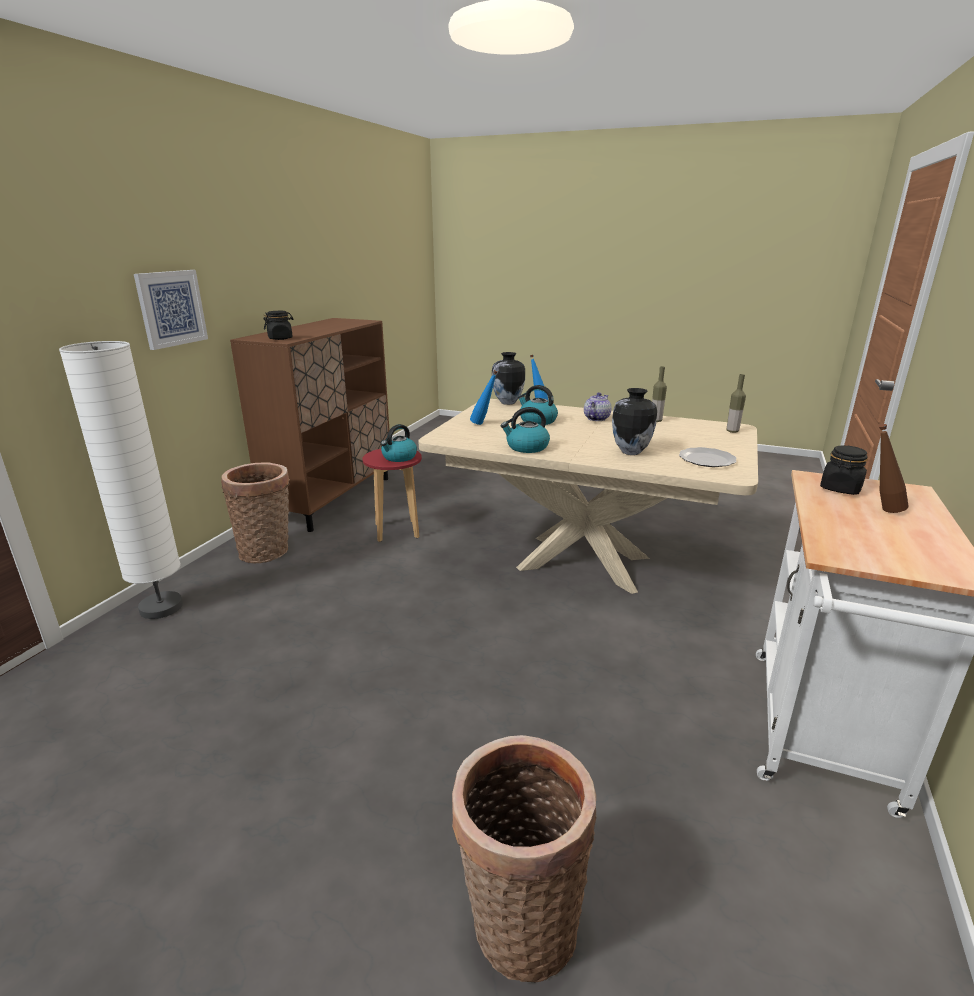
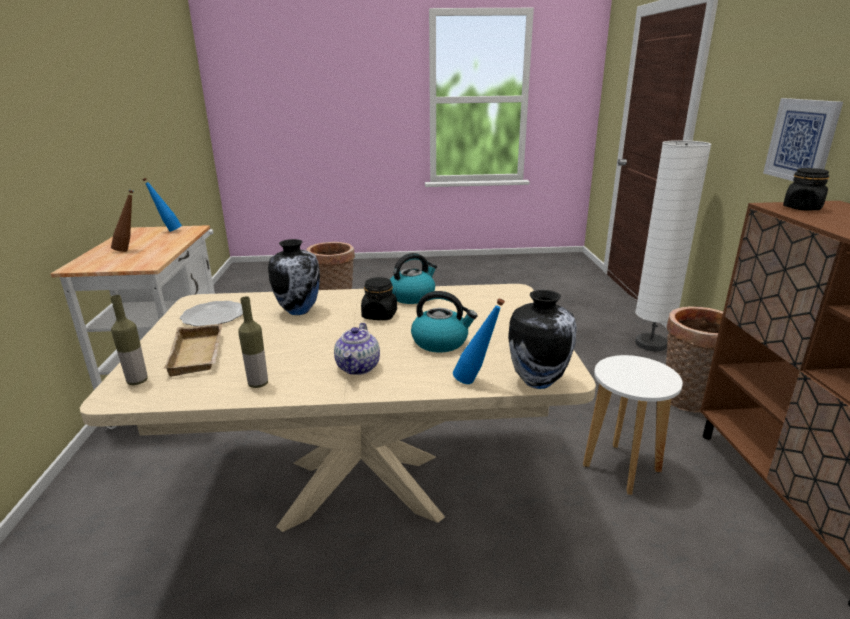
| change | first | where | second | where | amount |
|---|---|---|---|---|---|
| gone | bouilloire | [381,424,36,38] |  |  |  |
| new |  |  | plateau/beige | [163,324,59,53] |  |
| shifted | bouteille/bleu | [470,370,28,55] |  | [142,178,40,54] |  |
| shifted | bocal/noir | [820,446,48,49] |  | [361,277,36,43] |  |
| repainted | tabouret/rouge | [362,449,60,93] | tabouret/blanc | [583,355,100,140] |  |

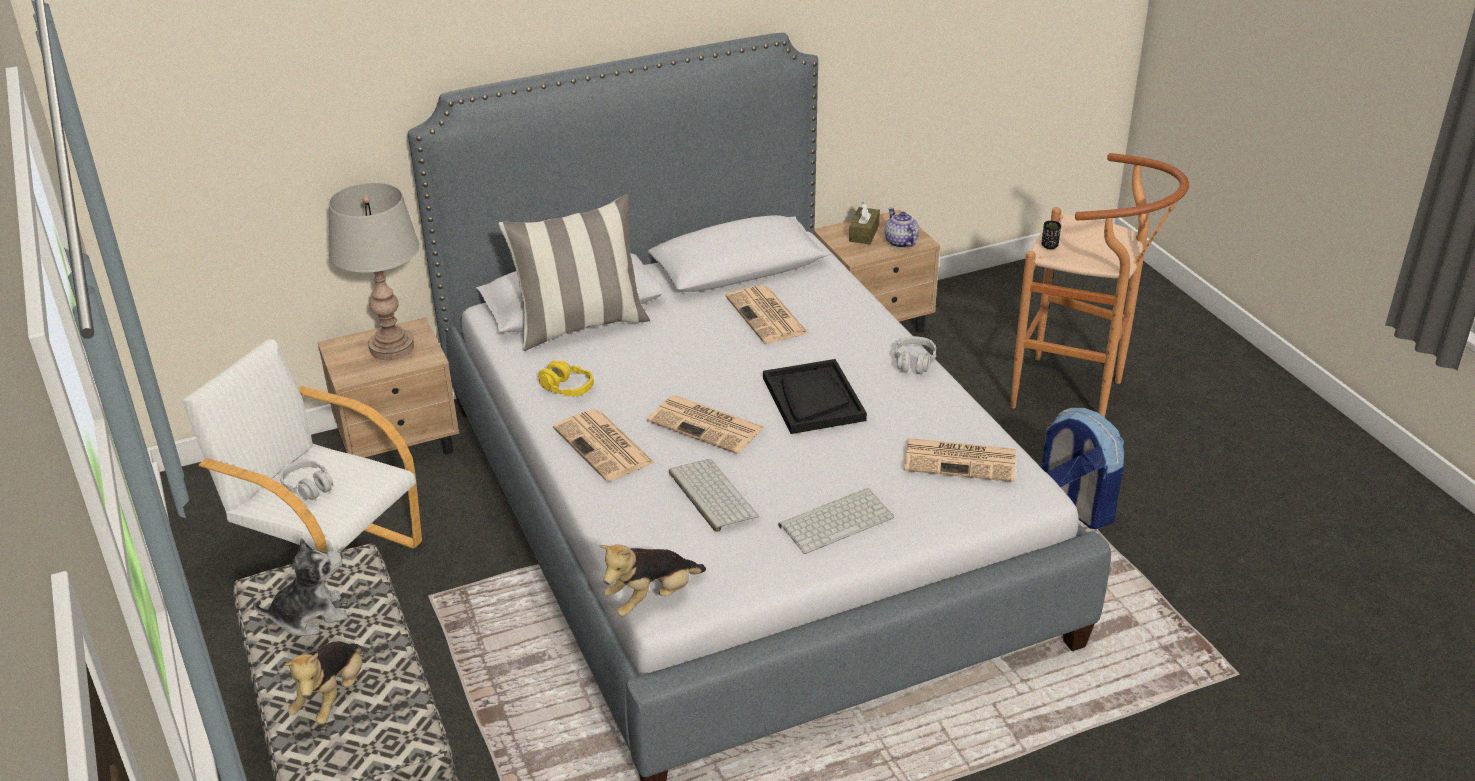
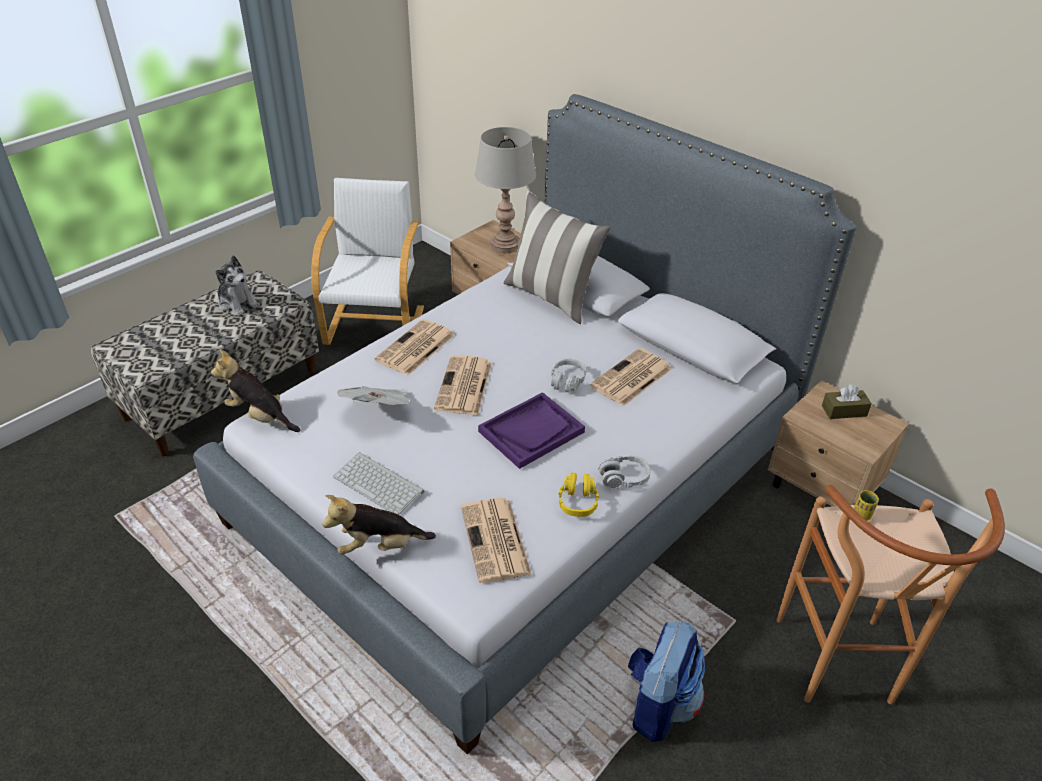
| change | first | where | second | where | amount |
|---|---|---|---|---|---|
| gone | théière | [884,208,35,40] |  |  |  |
| shifted | casque audio/gris | [280,459,53,41] |  | [551,358,35,35] |  |
| shifted | peluche | [284,642,79,83] |  | [322,495,114,59] |  |
| shifted | casque audio/jaune | [538,361,56,35] |  | [558,472,41,45] |  |
| swapped | clavier | [669,459,90,73] | journal | [337,386,74,19] |  |
| repainted | plateau/noir | [763,359,104,75] | plateau/violet | [478,392,107,77] |  |
| repainted | tasse/noir | [1041,221,20,28] | tasse/jaune | [854,490,25,31] |  |

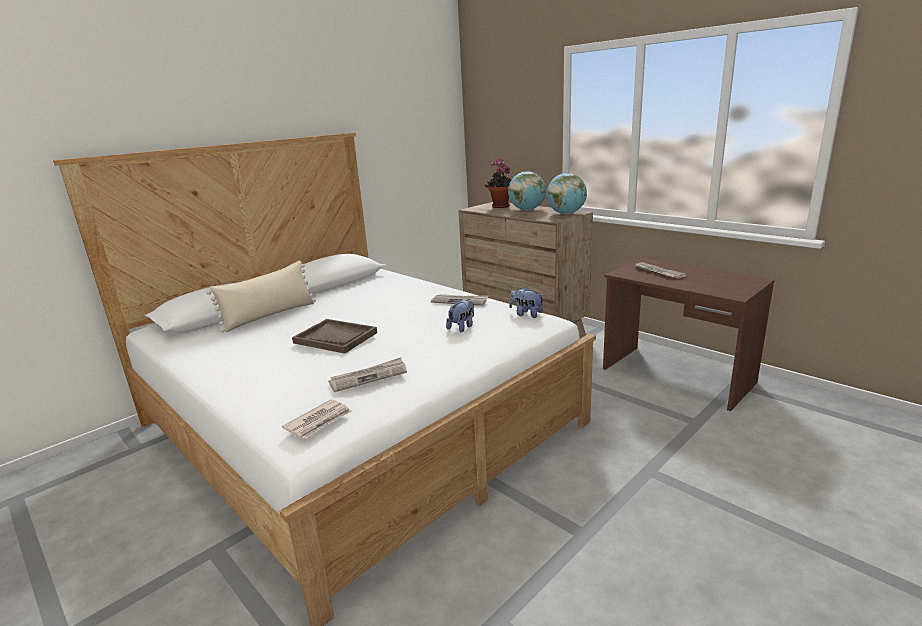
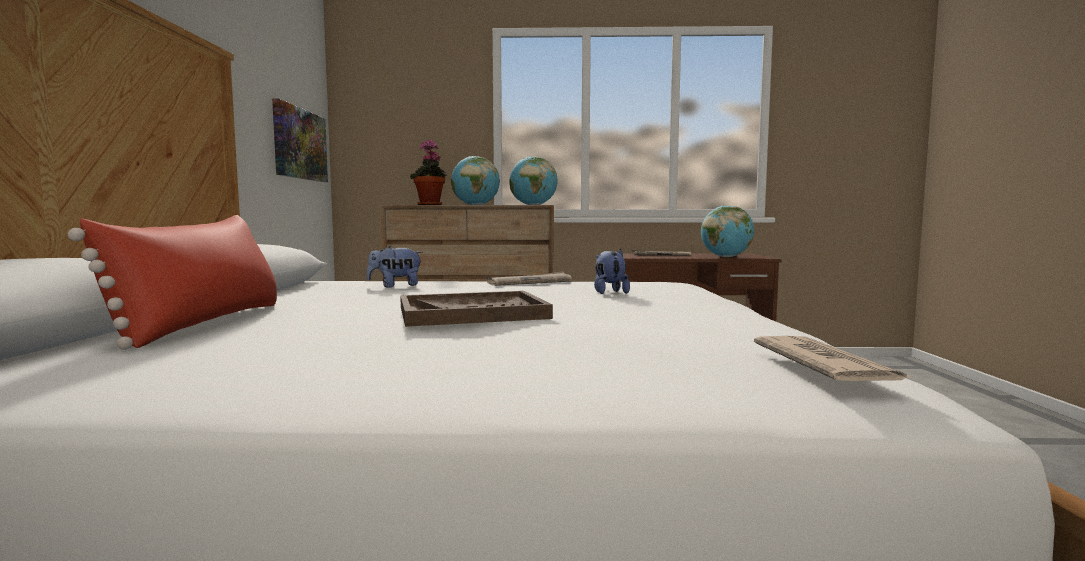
| change | first | where | second | where | amount |
|---|---|---|---|---|---|
| gone | journal | [328,357,79,35] |  |  |  |
| new |  |  | tableau | [272,98,56,84] |  |
| new |  |  | globe | [701,206,53,51] |  |
| shifted | peluche | [509,286,35,32] |  | [367,246,56,41] |  |
| repainted | coussin/beige | [206,261,110,72] | coussin/rouge | [68,215,209,135] |  |

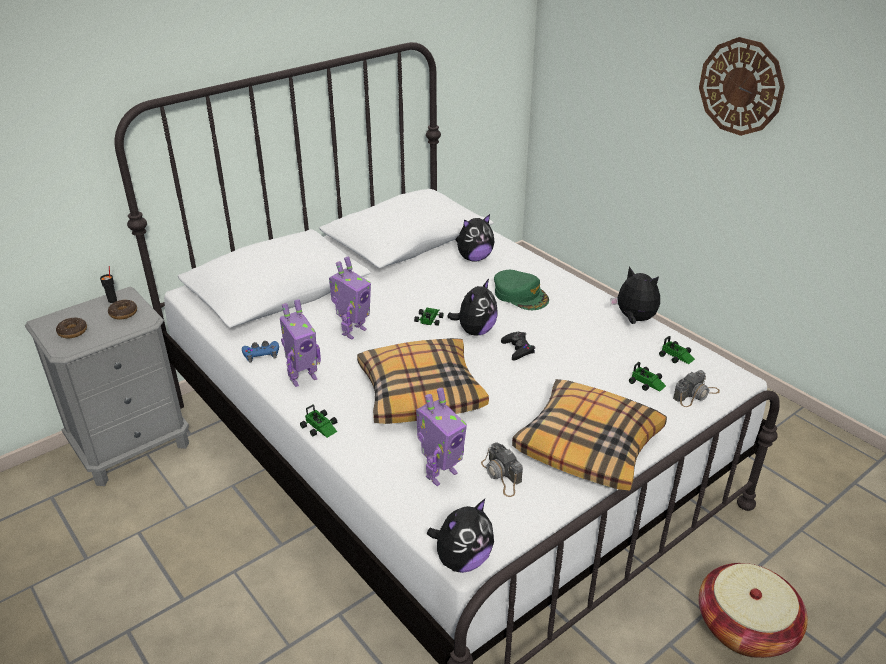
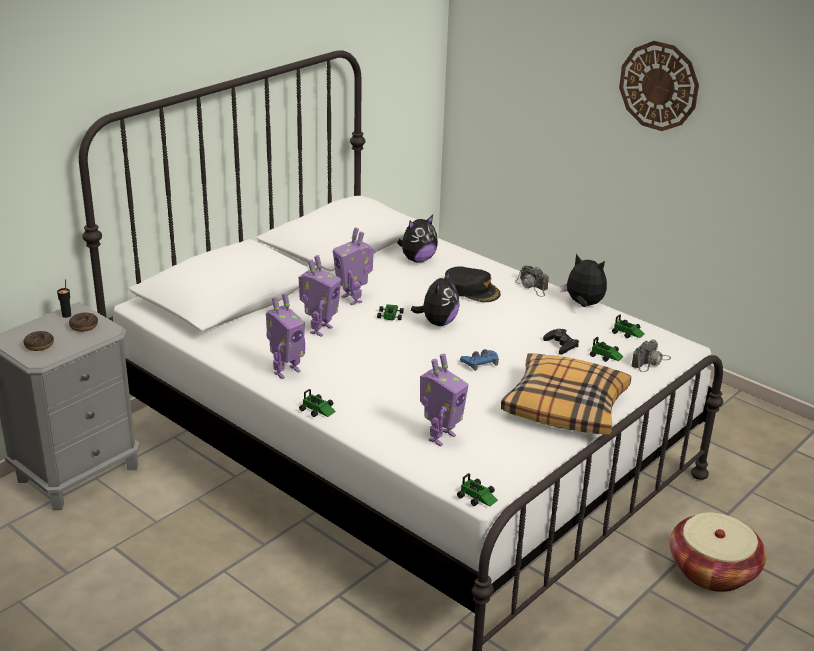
| change | first | where | second | where | amount |
|---|---|---|---|---|---|
| gone | coussin | [357,338,132,86] |  |  |  |
| new |  |  | robot jouet | [333,227,41,78] |  |
| shifted | manette/bleu | [242,341,37,22] |  | [460,349,39,22] |  |
| shifted | appareil photo | [481,442,42,55] |  | [515,266,34,31] |  |
| shifted | manette/noir | [501,332,34,29] |  | [543,329,36,26] |  |
| swapped | peluche | [427,499,67,74] | petite voiture | [457,473,41,34] |  |
| repainted | casquette/vert | [494,270,55,40] | casquette/noir | [445,266,56,36] |  |

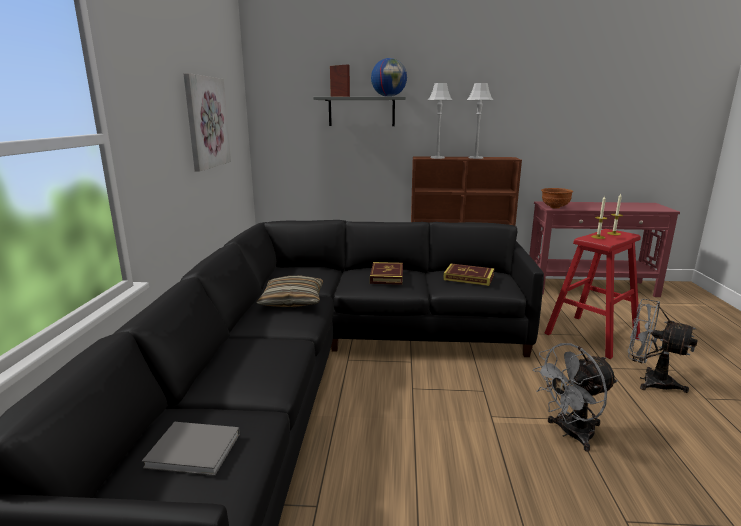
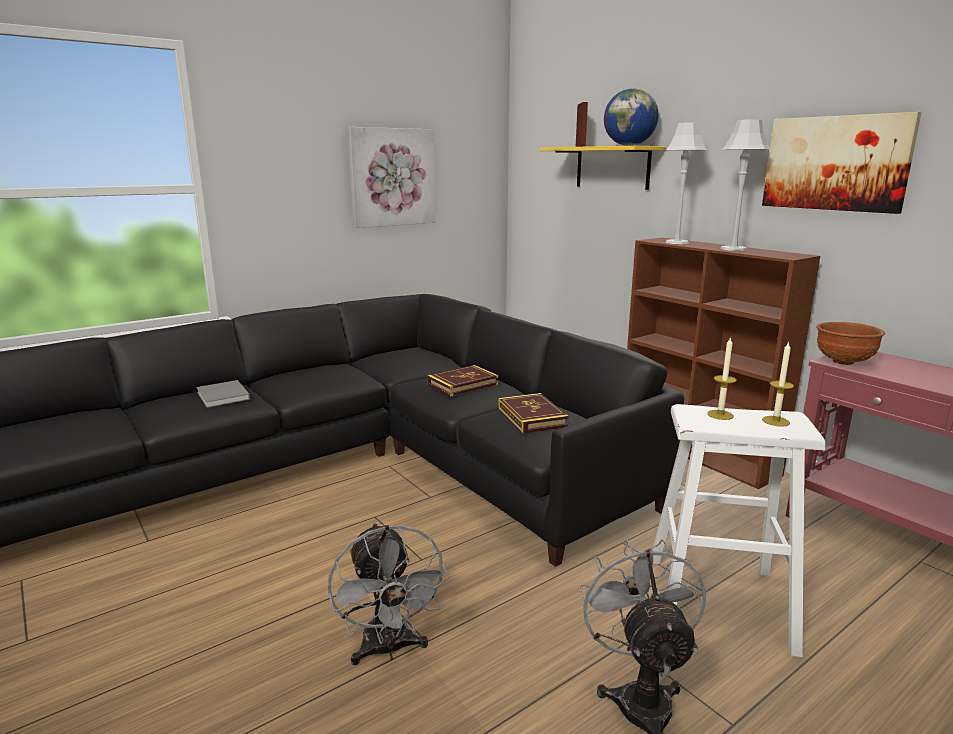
| change | first | where | second | where | amount |
|---|---|---|---|---|---|
| gone | coussin | [256,275,67,32] |  |  |  |
| new |  |  | tableau | [762,112,160,102] |  |
| shifted | livre/gris | [142,422,98,54] |  | [196,380,54,28] |  |
| repainted | étagère/gris | [313,97,93,29] | étagère/jaune | [540,146,125,44] |  |
| repainted | tabouret/rouge | [544,229,97,130] | tabouret/blanc | [652,404,174,253] |  |
| rotated | ventilateur/gris | [533,343,85,109] |  | [328,523,122,142] | 135 degrees counterclockwise |

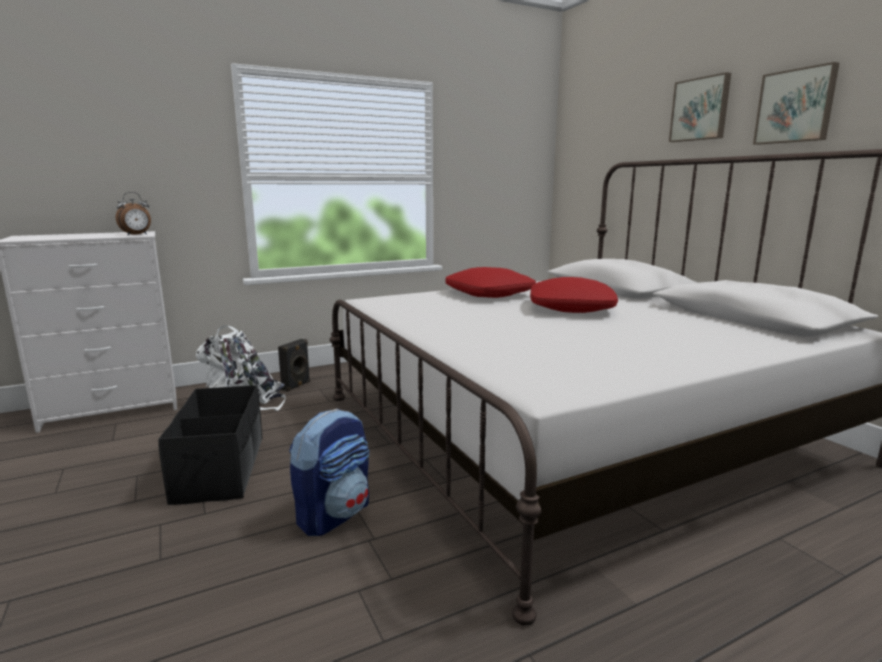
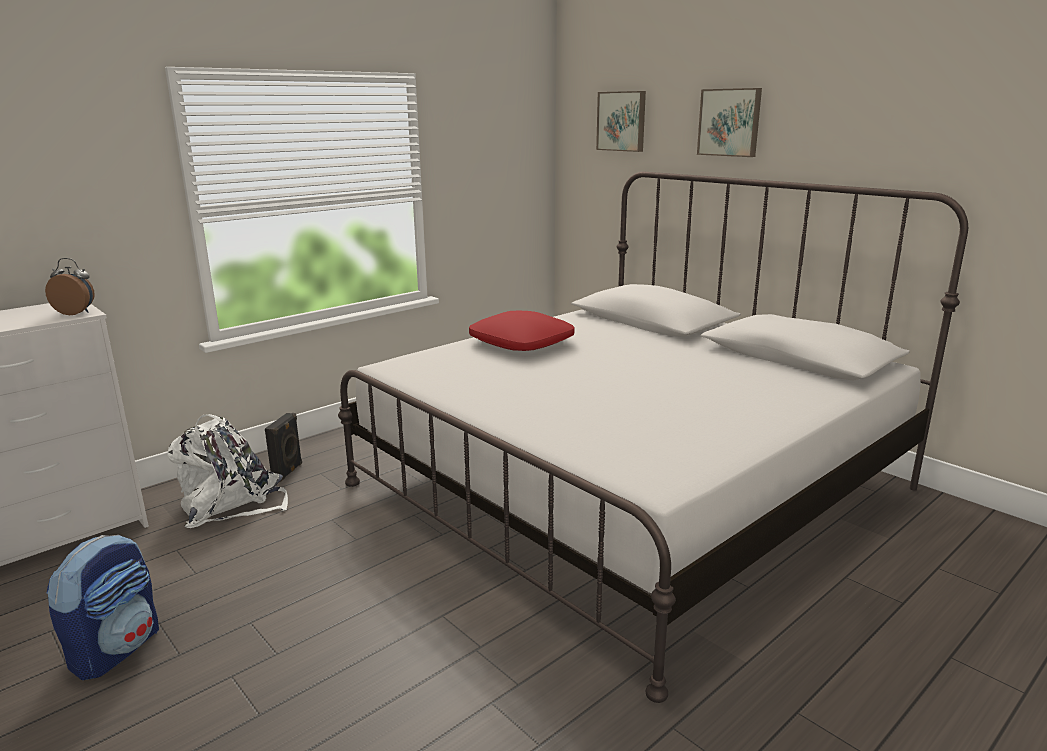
| change | first | where | second | where | amount |
|---|---|---|---|---|---|
| gone | boîte de rangement/noir | [158,385,105,120] |  |  |  |
| gone | coussin/rouge | [530,277,88,36] |  |  |  |
| shifted | sac à dos | [289,409,80,127] |  | [47,535,112,145] |  |
| shifted | tableau | [753,62,86,83] |  | [596,91,50,61] |  |
| rotated | réveil | [116,192,35,43] |  | [45,258,50,57] | 120 degrees counterclockwise |

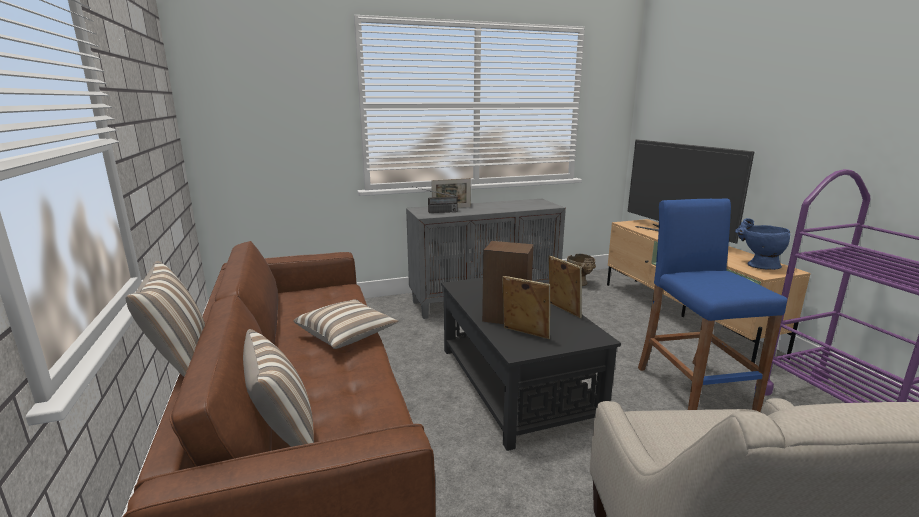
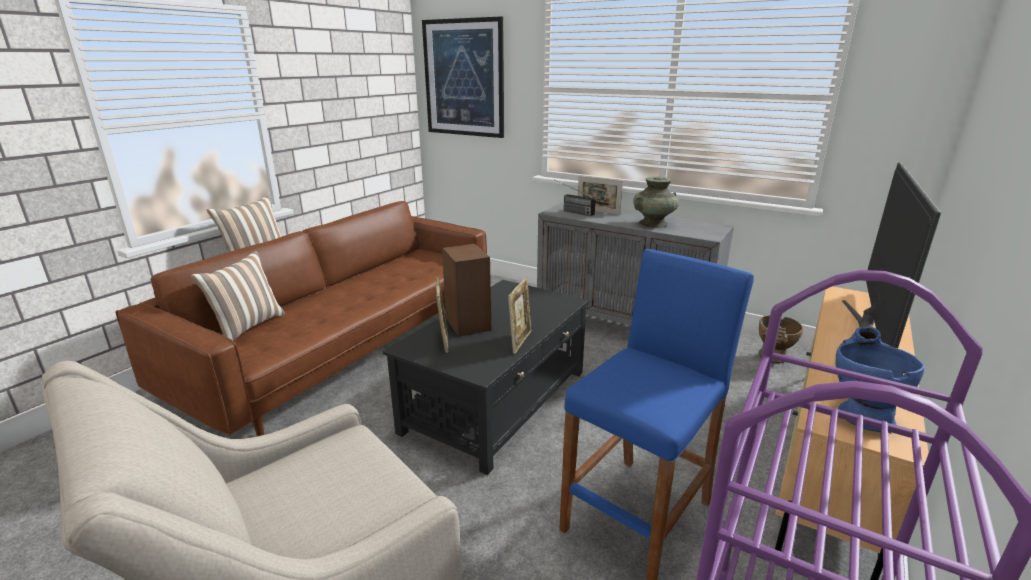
| change | first | where | second | where | amount |
|---|---|---|---|---|---|
| gone | coussin | [293,299,105,50] |  |  |  |
| new |  |  | tableau | [422,16,82,122] |  |
| new |  |  | vase/turquoise | [633,177,46,51] |  |

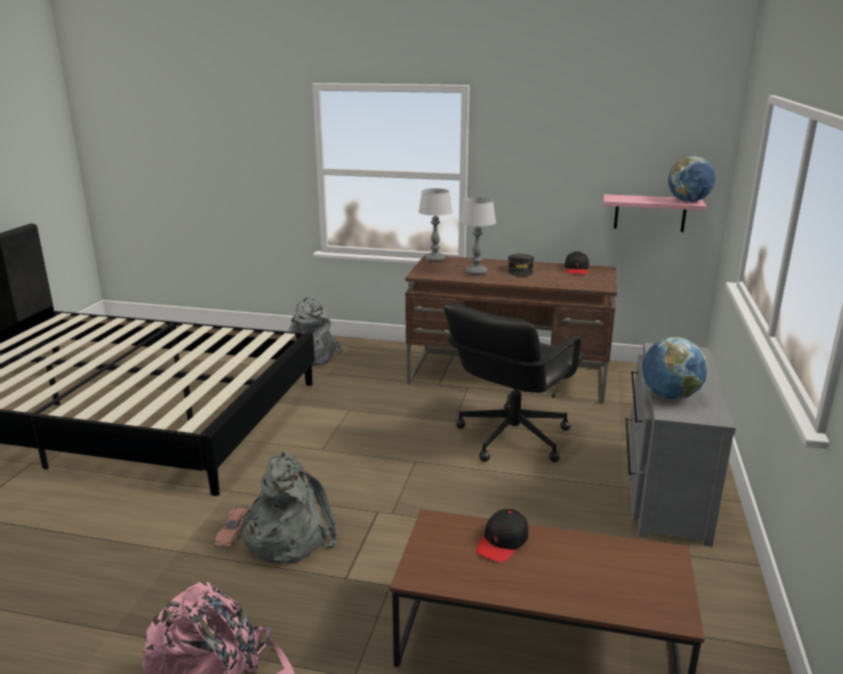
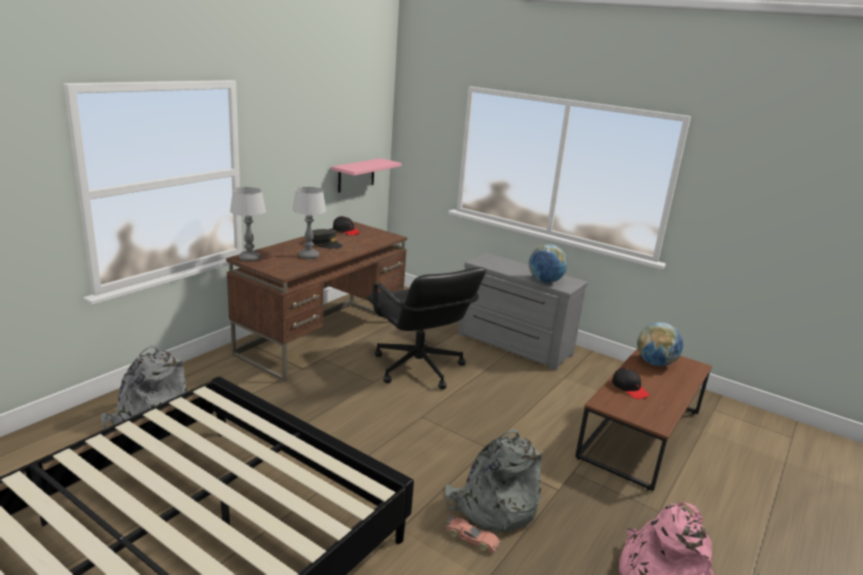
| change | first | where | second | where | amount |
|---|---|---|---|---|---|
| shifted | globe | [668,156,48,46] |  | [637,322,47,44] |  |

